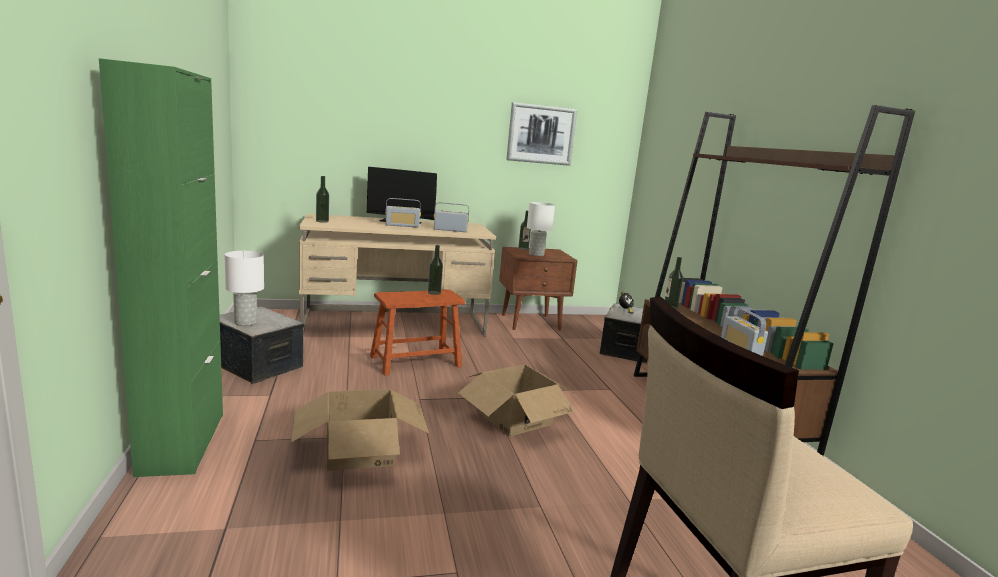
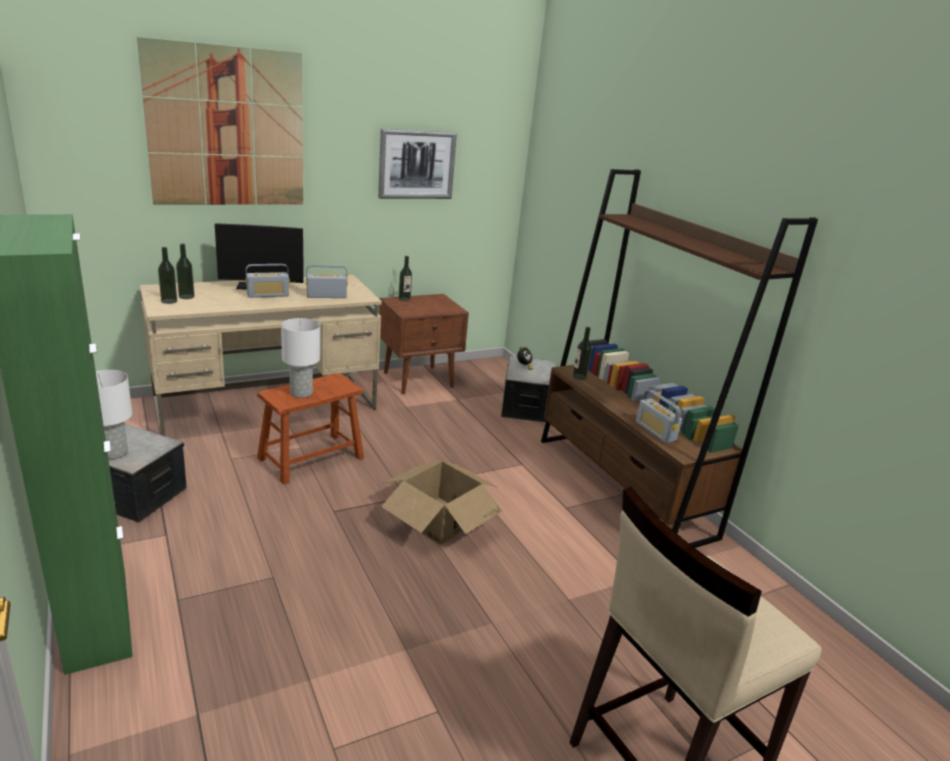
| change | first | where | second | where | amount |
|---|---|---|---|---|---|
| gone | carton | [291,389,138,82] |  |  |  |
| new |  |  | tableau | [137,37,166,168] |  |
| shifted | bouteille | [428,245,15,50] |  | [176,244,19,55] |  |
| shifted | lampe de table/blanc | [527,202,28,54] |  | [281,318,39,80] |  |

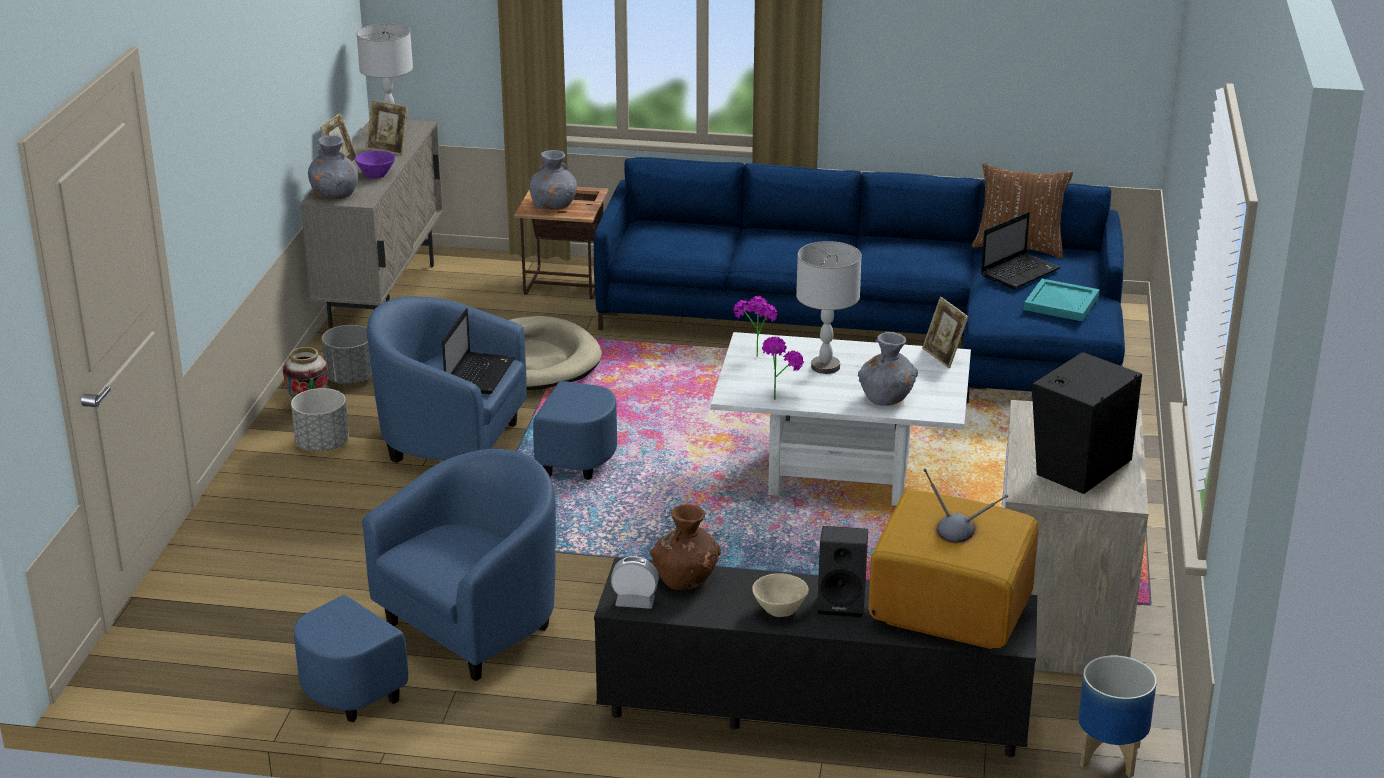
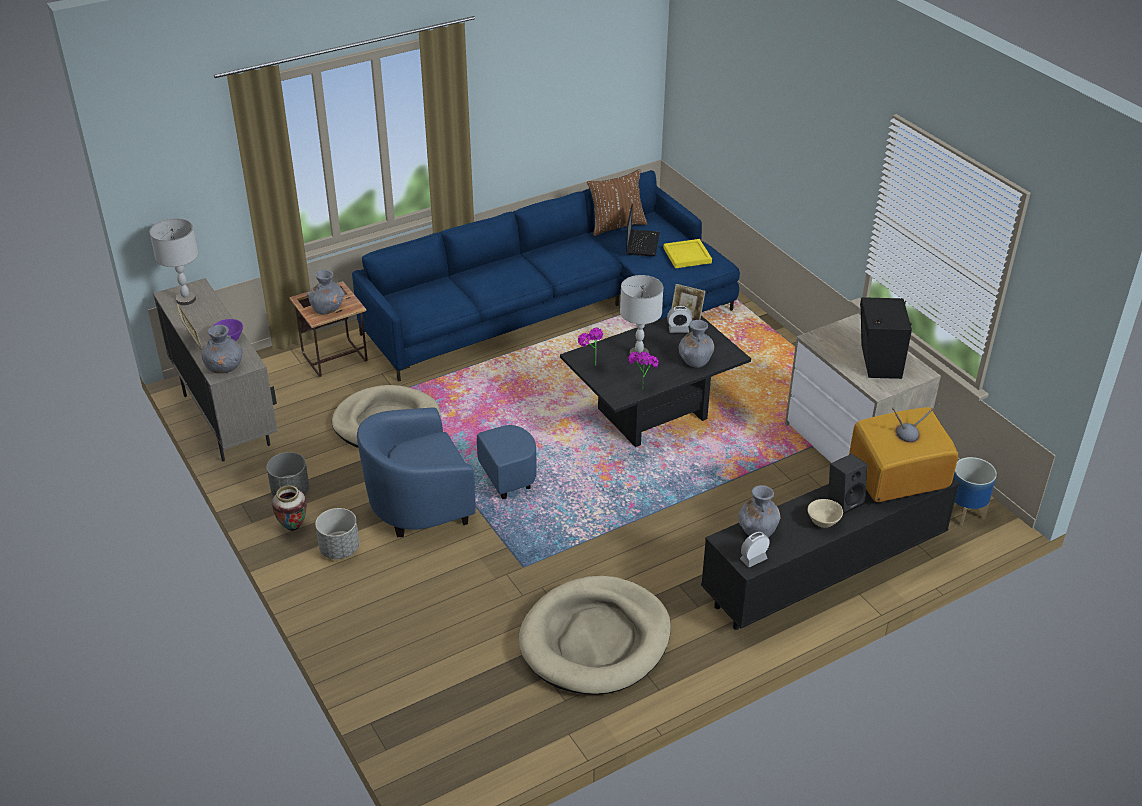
| change | first | where | second | where | amount |
|---|---|---|---|---|---|
| gone | cadre photo | [366,100,42,55] |  |  |  |
| gone | ordinateur portable | [442,308,73,86] |  |  |  |
| new |  |  | réveil | [667,306,25,27] |  |
| swapped | fauteuil/bleu | [294,449,262,273] | panier pour chien/beige | [519,576,152,119] |  |
| repainted | vase/marron | [650,504,71,86] | vase/gris | [738,485,42,52] |  |
| repainted | table basse/blanc | [711,332,260,174] | table basse/noir | [560,316,191,131] |  |
| repainted | plateau/turquoise | [1024,279,76,42] | plateau/jaune | [663,239,49,29] |  |

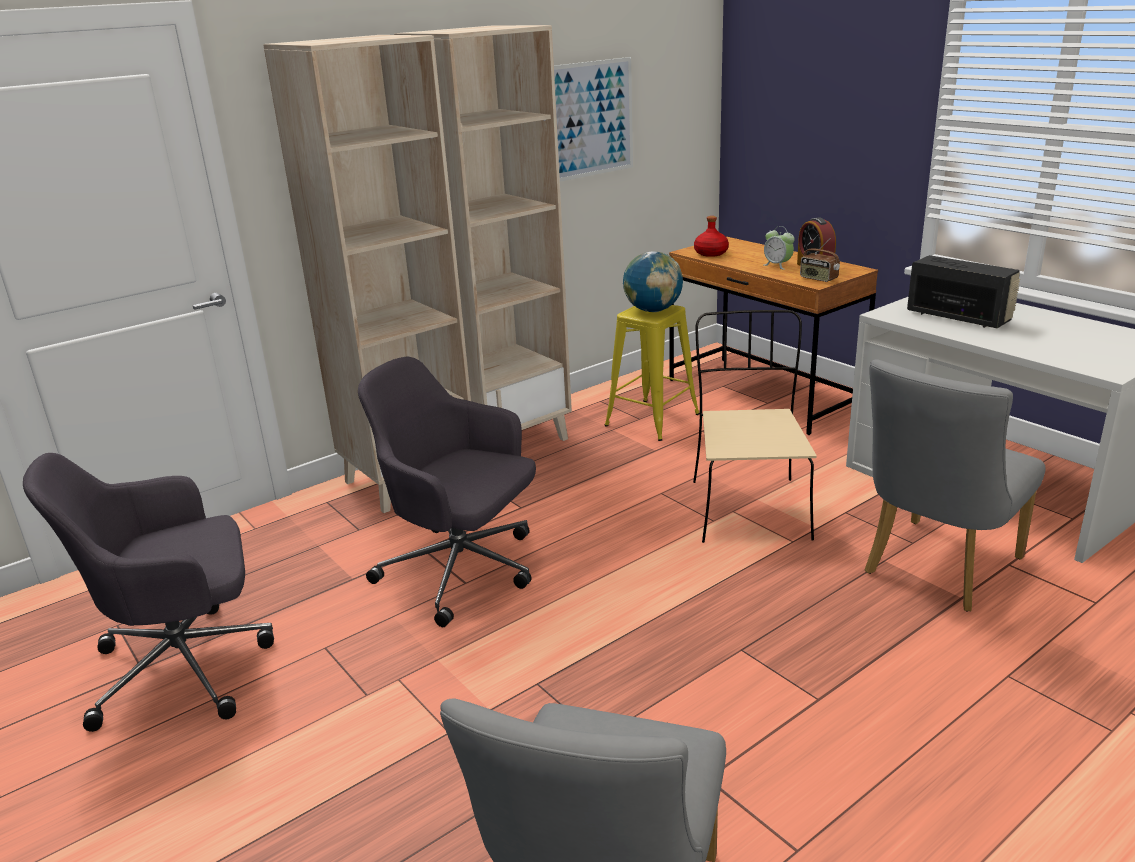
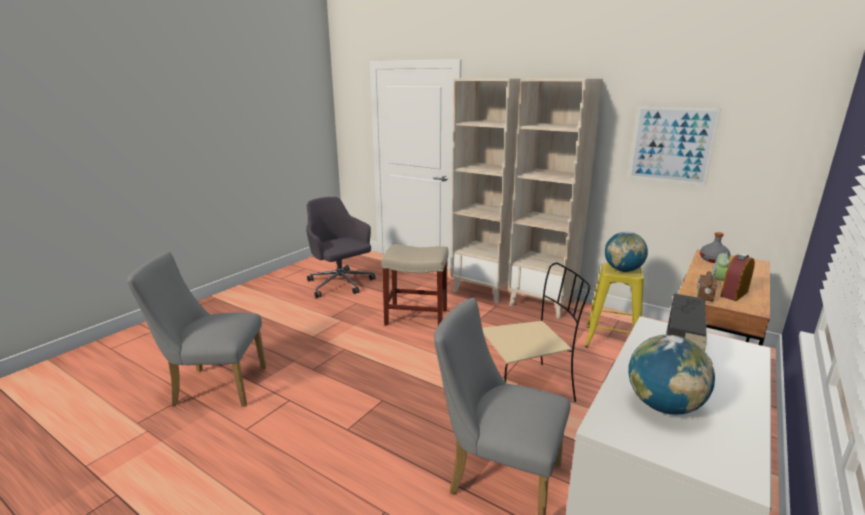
| change | first | where | second | where | amount |
|---|---|---|---|---|---|
| new |  |  | globe | [628,335,87,80] |  |
| swapped | chaise de bureau/gris | [358,357,178,270] | tabouret/beige | [382,244,67,82] |  |
| repainted | bouteille/rouge | [694,216,35,41] | bouteille/gris | [700,232,30,31] |  |

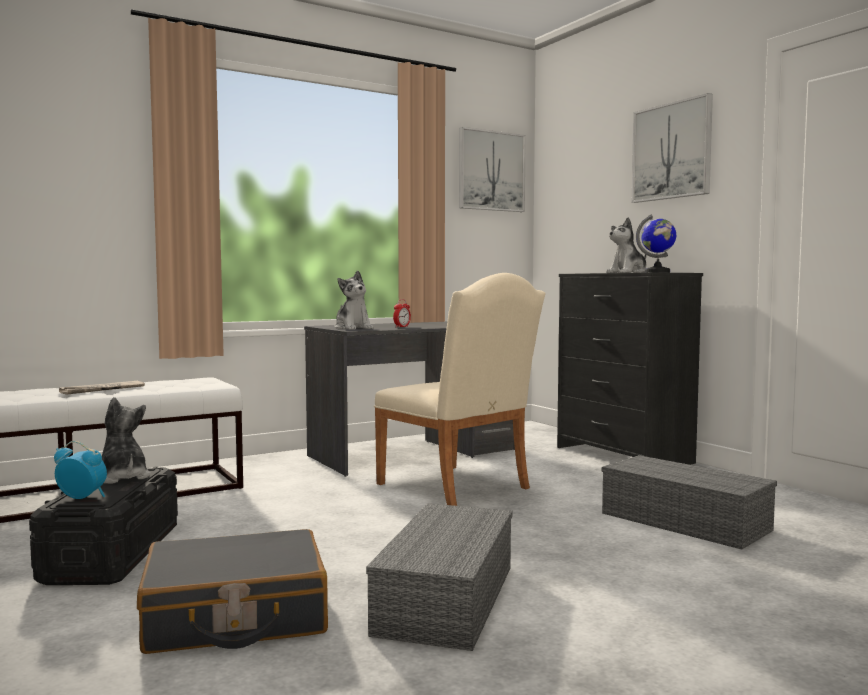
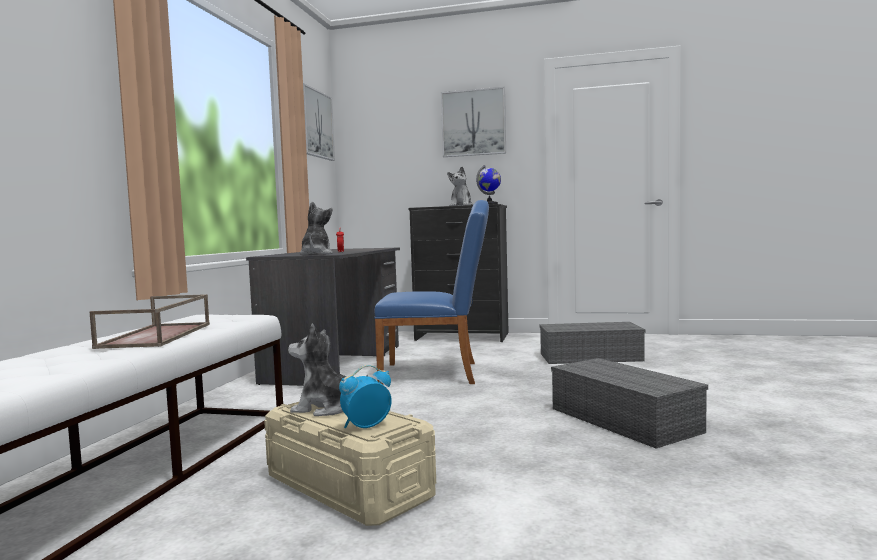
| change | first | where | second | where | amount |
|---|---|---|---|---|---|
| gone | valise/noir | [137,529,191,125] |  |  |  |
| swapped | journal | [59,381,86,14] | plateau/marron | [90,294,120,55] |  |
| repainted | boîte de rangement/noir | [29,467,149,118] | boîte de rangement/beige | [264,401,172,125] |  |
| repainted | chaise/beige | [374,273,172,233] | chaise/bleu | [374,200,115,185] |  |
| rotated | peluche | [334,271,39,59] |  | [299,202,34,53] | 105 degrees counterclockwise |

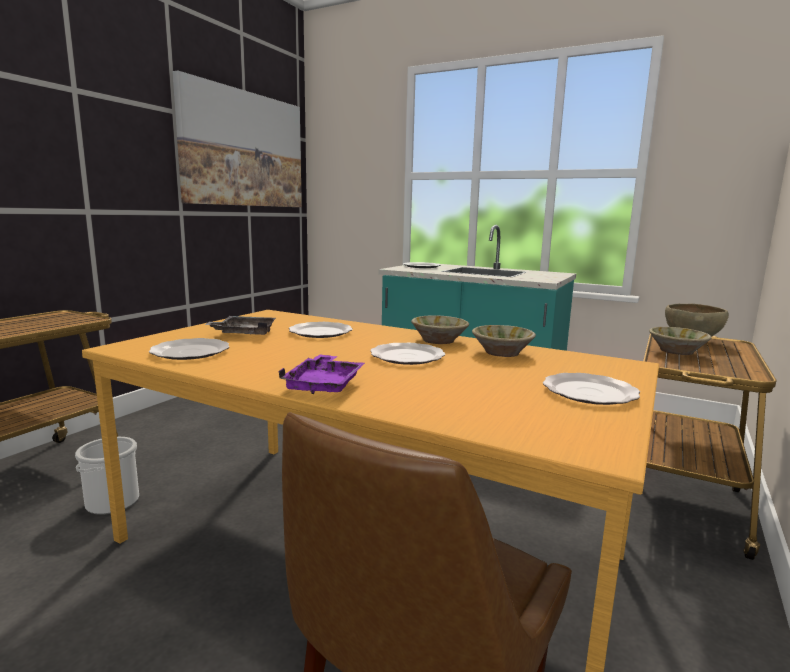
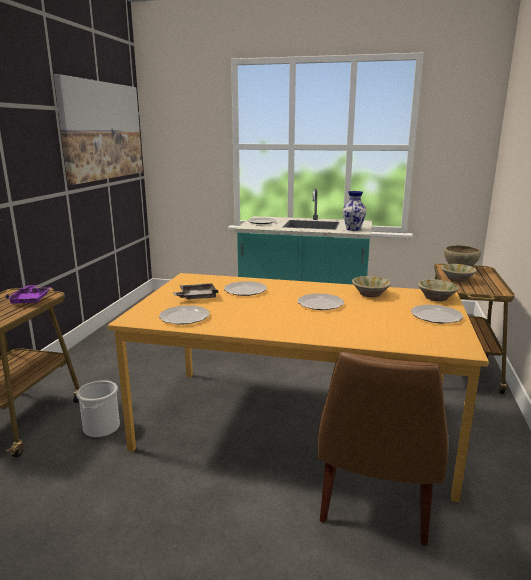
| change | first | where | second | where | amount |
|---|---|---|---|---|---|
| new |  |  | vase | [342,191,25,40] |  |
| shifted | plateau/violet | [278,354,87,40] |  | [6,285,45,20] |  |
| shifted | bol/beige | [411,315,58,29] |  | [418,279,41,22] |  |

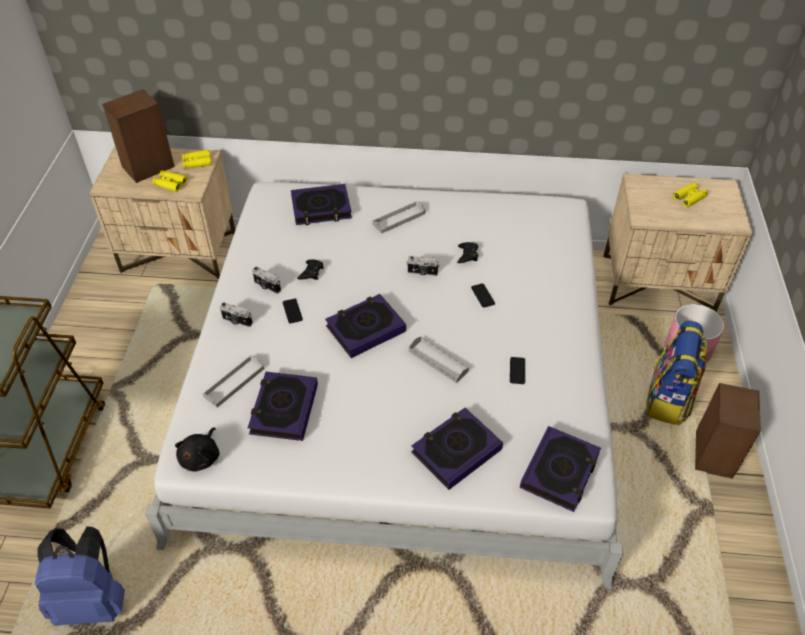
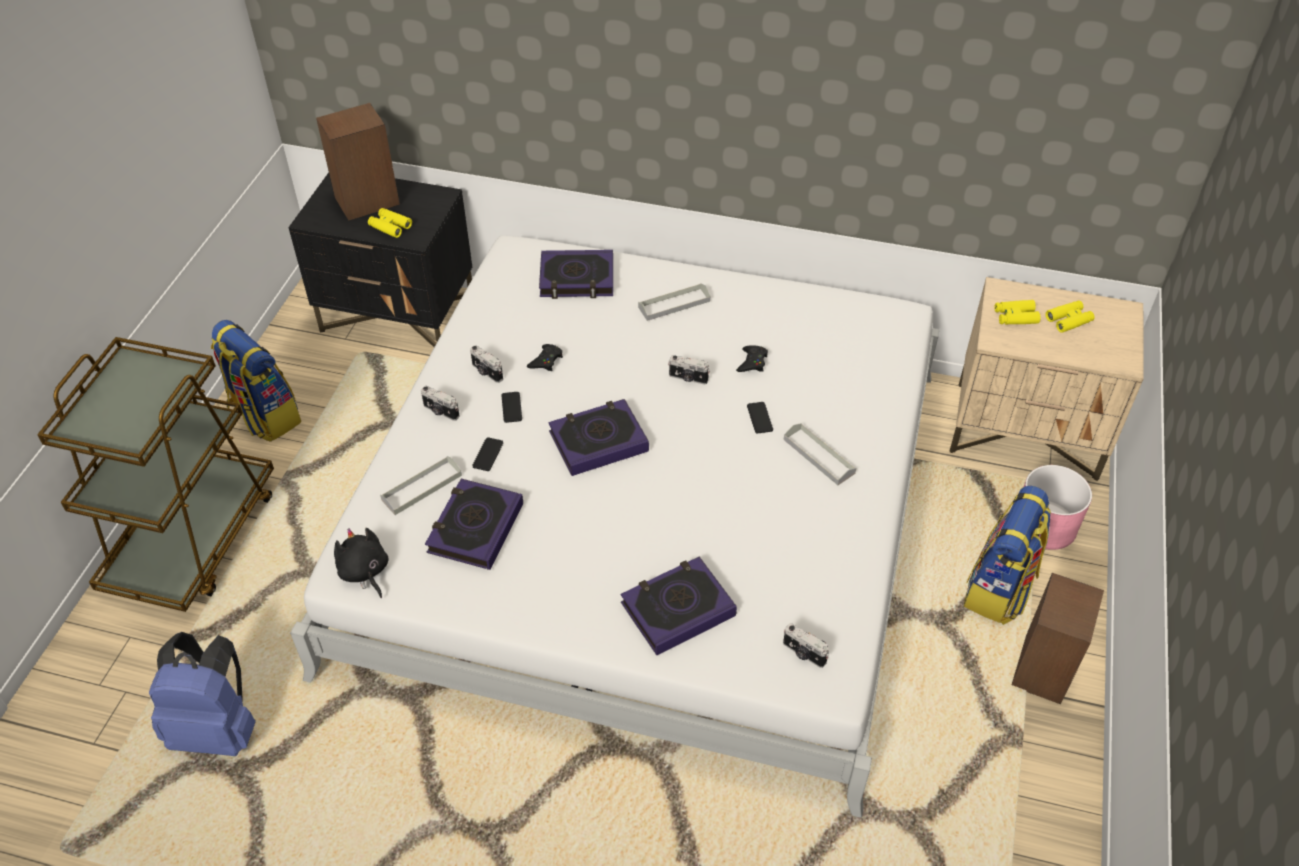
| change | first | where | second | where | amount |
|---|---|---|---|---|---|
| new |  |  | sac à dos | [211,320,90,122] |  |
| shifted | jumelles/jaune | [182,150,30,18] |  | [995,300,46,25] |  |
| shifted | plateau/gris | [409,337,60,46] |  | [784,423,72,62] |  |
| shifted | téléphone | [510,357,15,27] |  | [472,437,31,34] |  |
| swapped | livre | [520,426,81,86] | appareil photo | [783,623,46,45] |  |
| repainted | table de chevet/beige | [89,146,146,133] | table de chevet/noir | [288,173,184,174] |  |
| rotated | peluche/noir | [175,428,45,43] |  | [334,528,54,70] | 120 degrees clockwise |

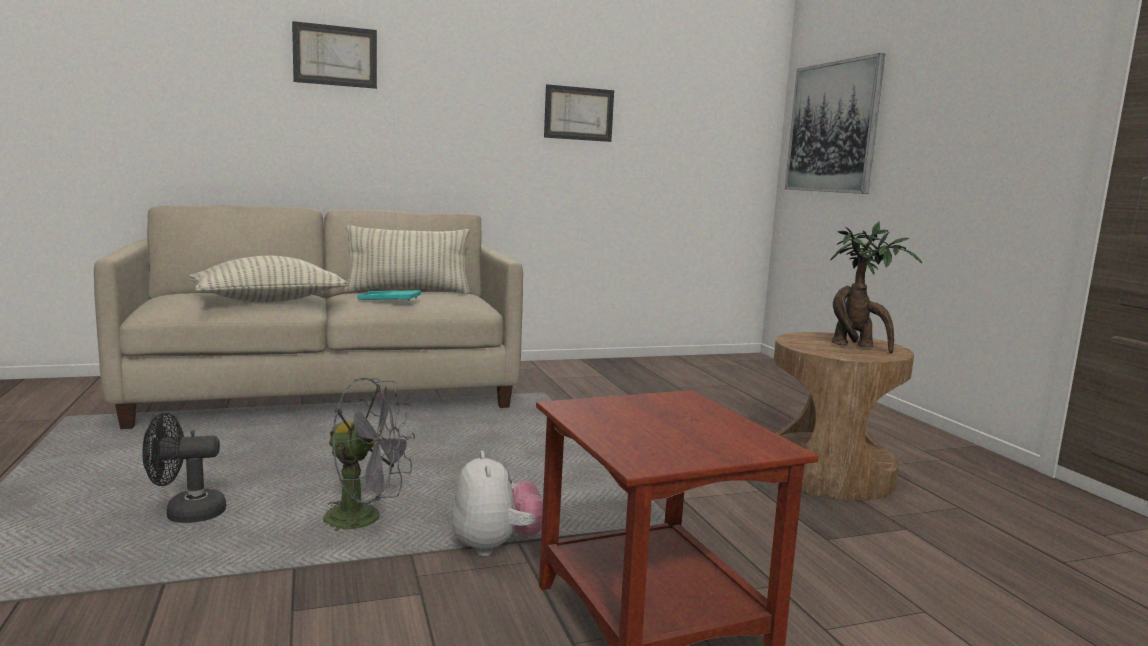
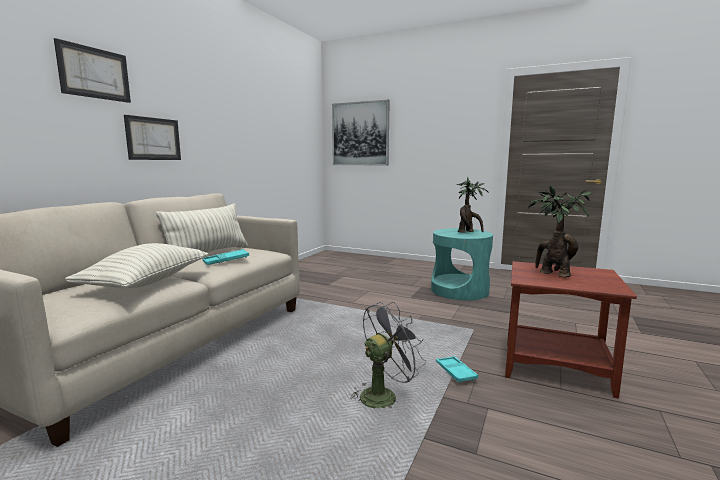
| change | first | where | second | where | amount |
|---|---|---|---|---|---|
| gone | ventilateur/noir | [142,413,84,110] |  |  |  |
| new |  |  | plante en pot | [528,185,65,93] |  |
| shifted | tableau | [544,84,70,58] |  | [124,115,57,45] |  |
| swapped | peluche | [452,451,91,105] | plateau/turquoise | [436,356,42,27] |  |
| repainted | table d'appoint/marron | [774,332,140,169] | table d'appoint/turquoise | [431,228,62,72] |  |

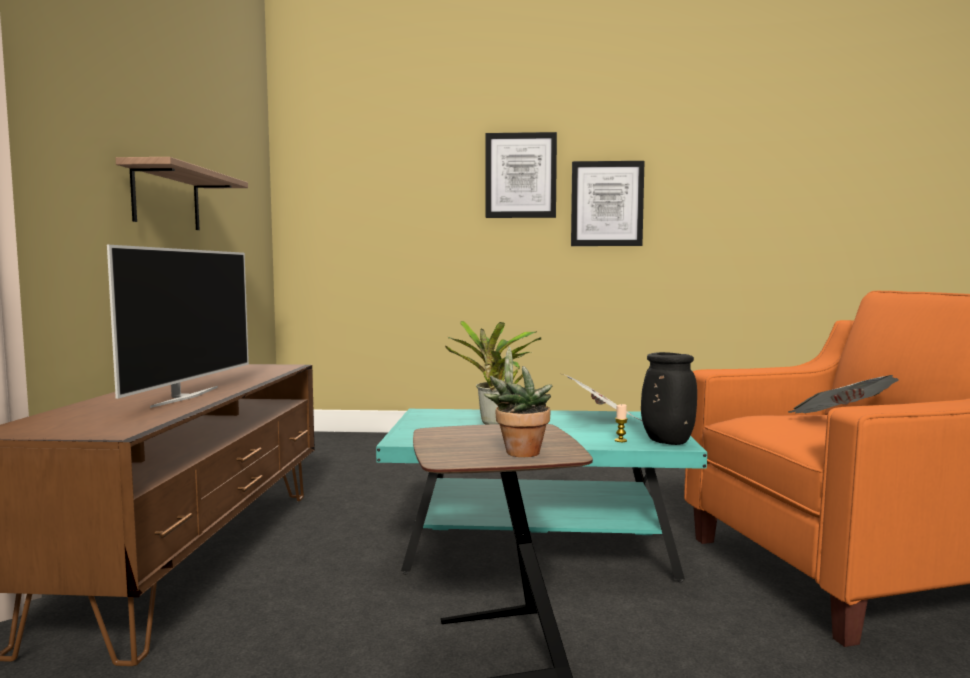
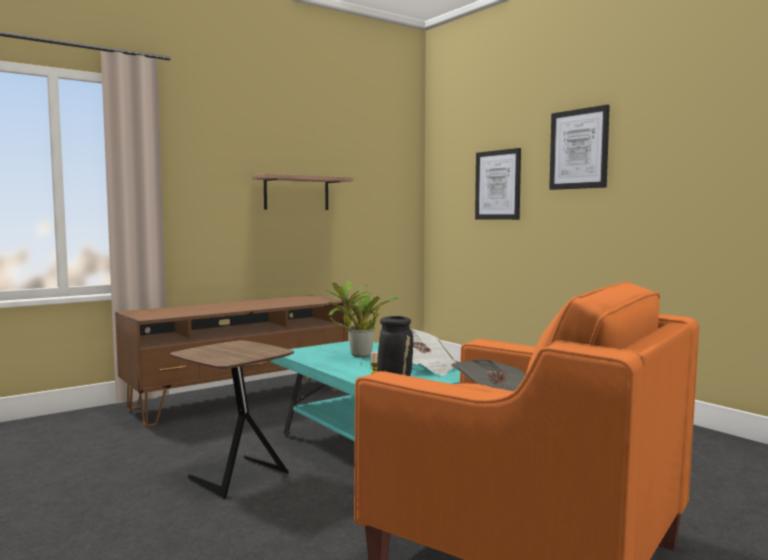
| change | first | where | second | where | amount |
|---|---|---|---|---|---|
| gone | téléviseur | [107,245,142,163] |  |  |  |
| gone | plante en pot | [484,346,68,111] |  |  |  |
| shifted | tableau | [571,161,73,85] |  | [475,148,46,72] |  |

